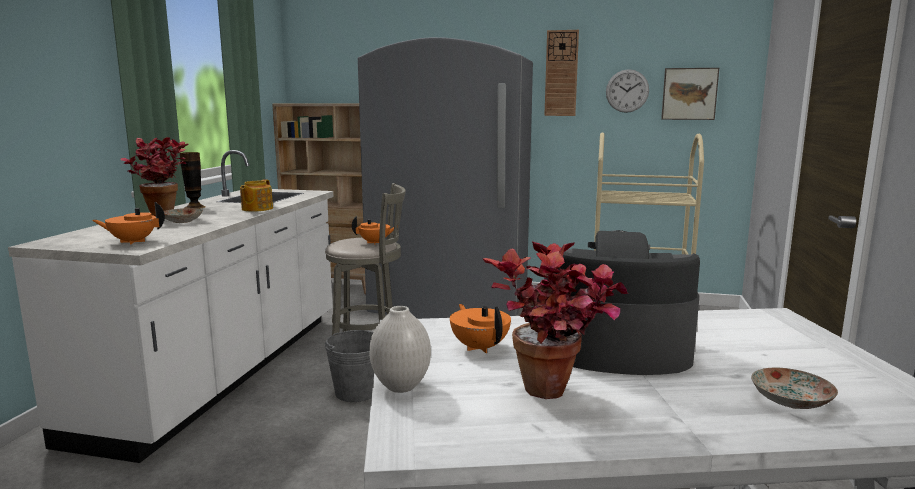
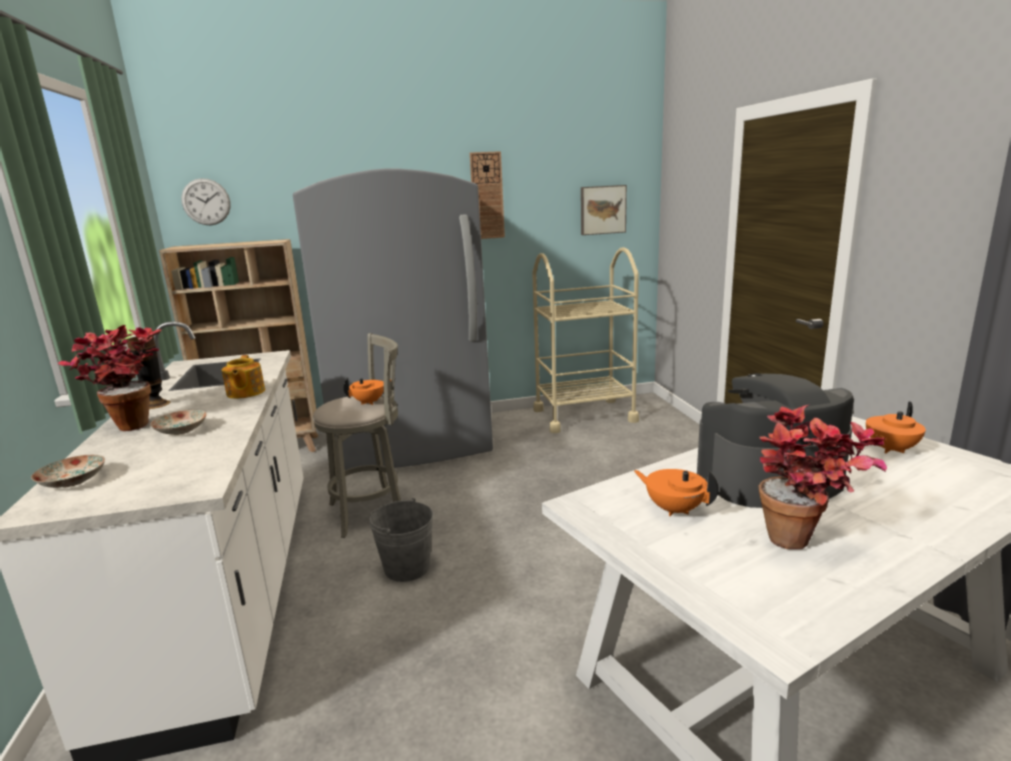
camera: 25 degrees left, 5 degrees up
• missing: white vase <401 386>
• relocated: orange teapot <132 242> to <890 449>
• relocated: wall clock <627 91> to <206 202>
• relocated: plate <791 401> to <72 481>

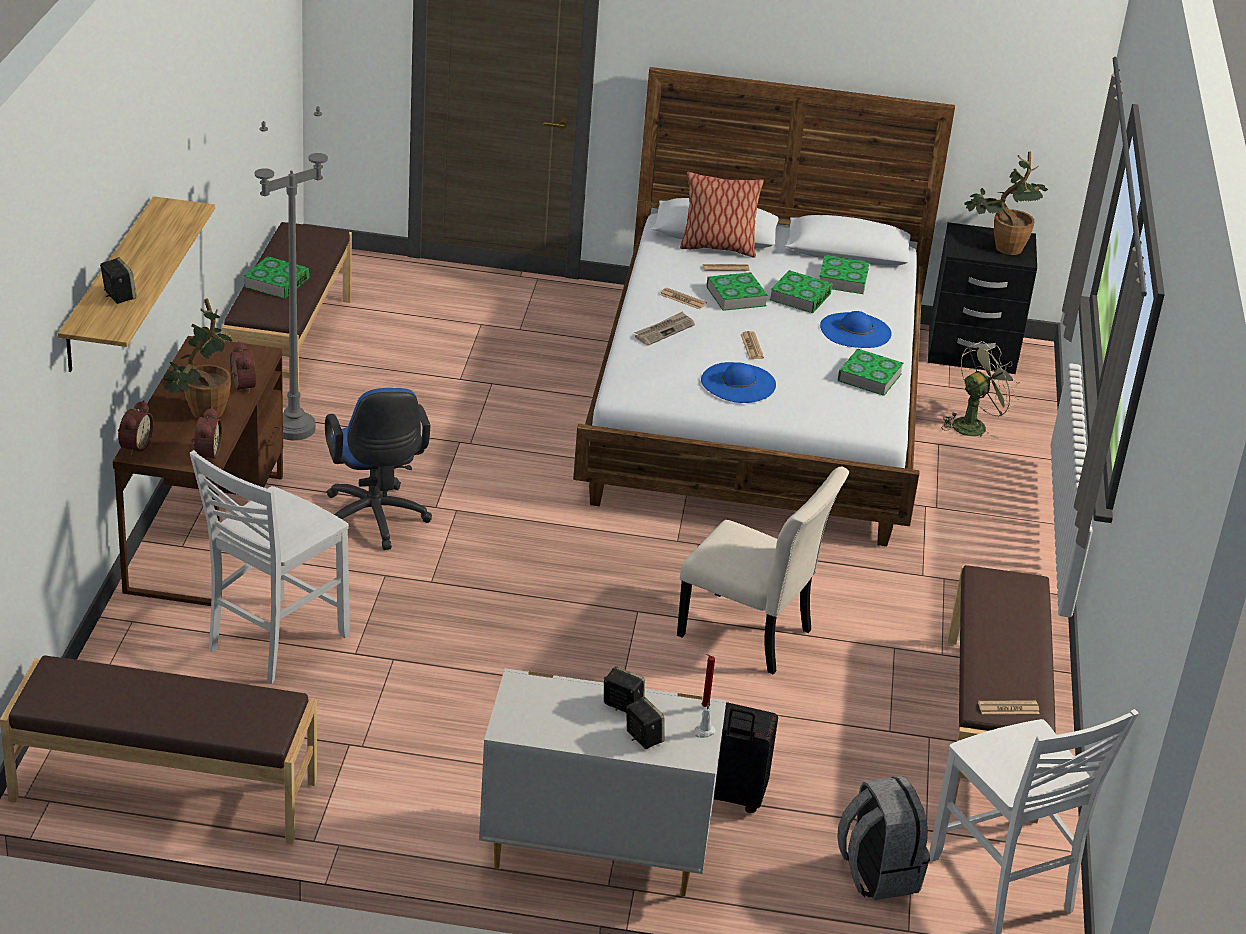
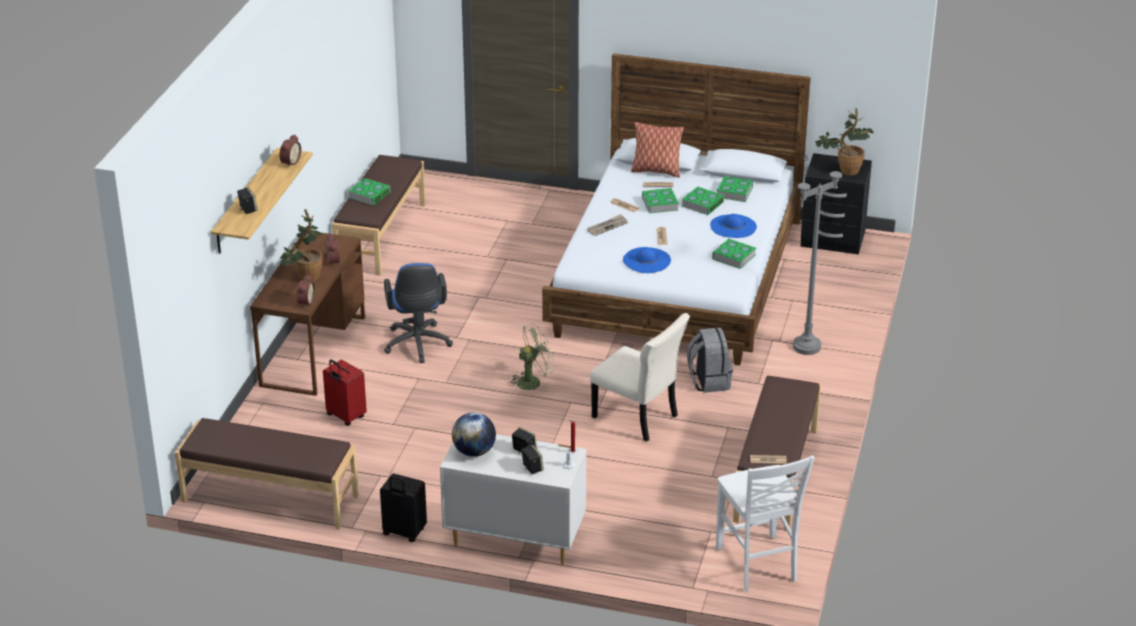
camera: 10 degrees right, 0 degrees up
• appeared: globe <474 452>
• relocated: alarm clock <134 446> to <289 162>
• relocated: grey floor lamp <294 428> to <807 346>
• relocated: black suitcase <732 797> to <403 533>
• relocated: grey backpack <876 873> to <708 381>
• relocated: green fan <974 425> to <533 381>
• exchanged: white chair <274 642> to red suitcase <345 416>

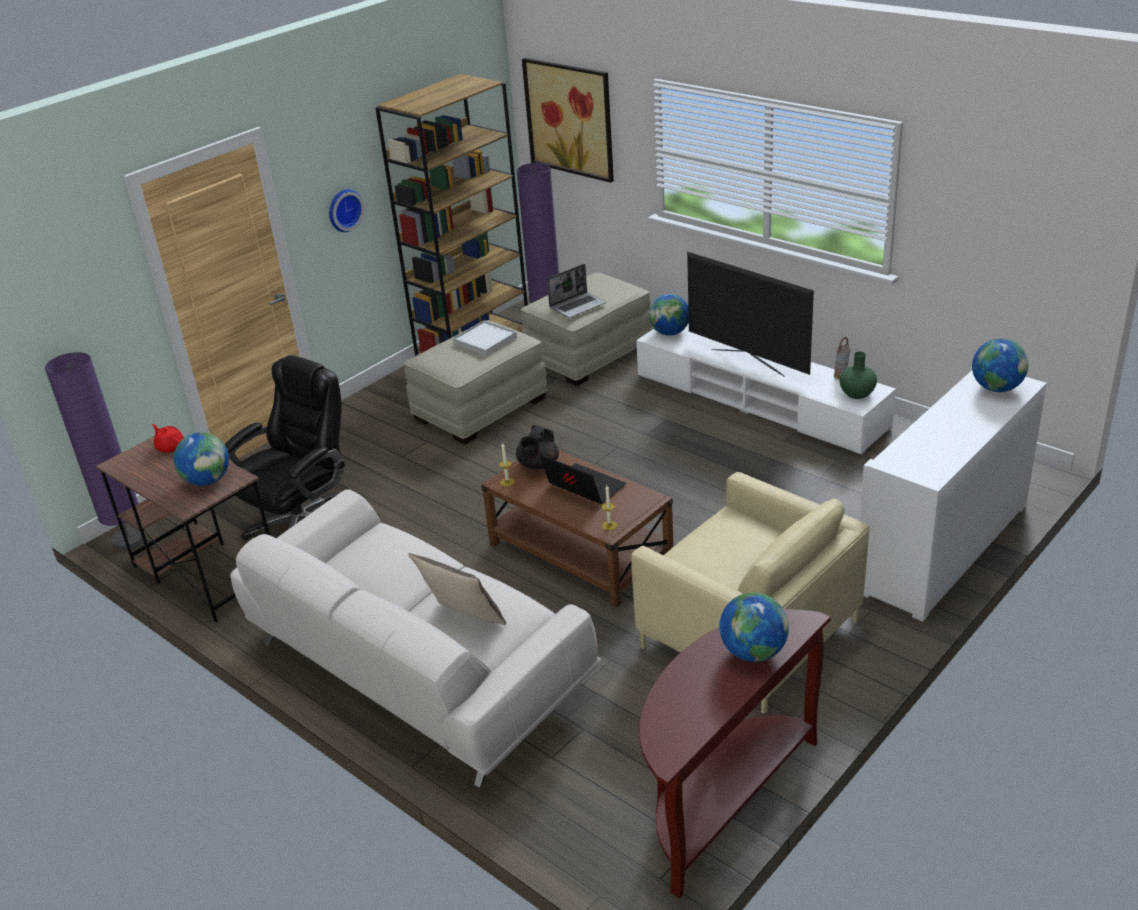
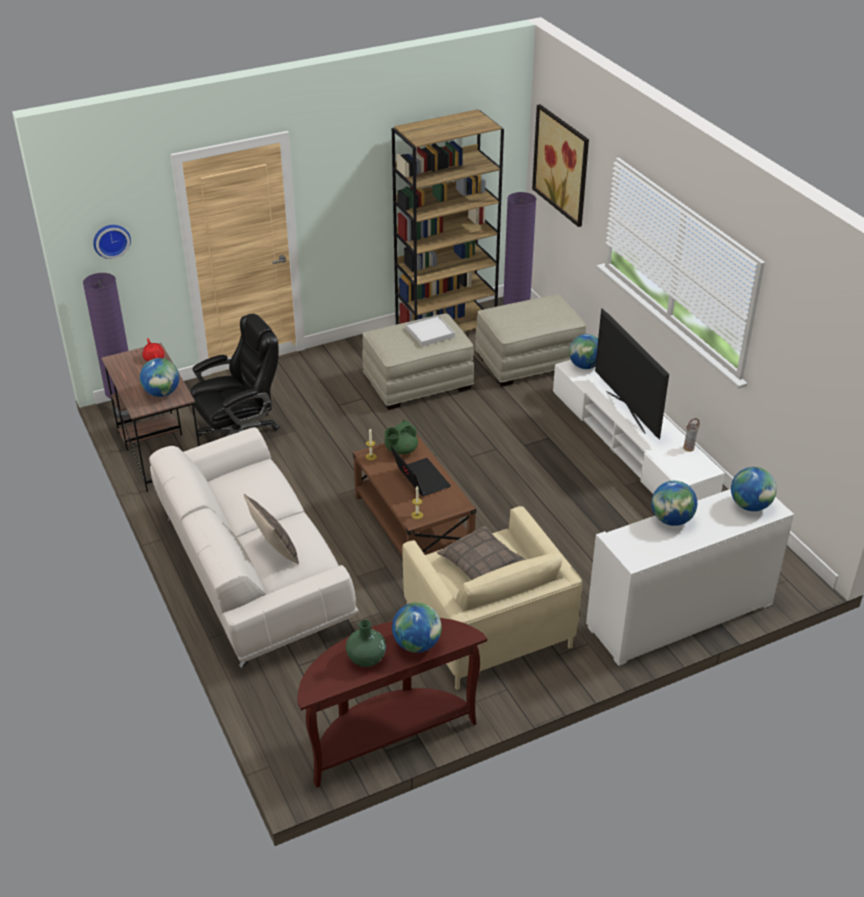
camera: 20 degrees right, 5 degrees up
• missing: laptop <578 306>
• appeared: pillow <480 563>
• appeared: globe <671 520>
• relocated: wall clock <343 209> to <111 240>
• relocated: green vase <857 394> to <366 658>
• colour: black teapot <538 465> to green teapot <400 450>

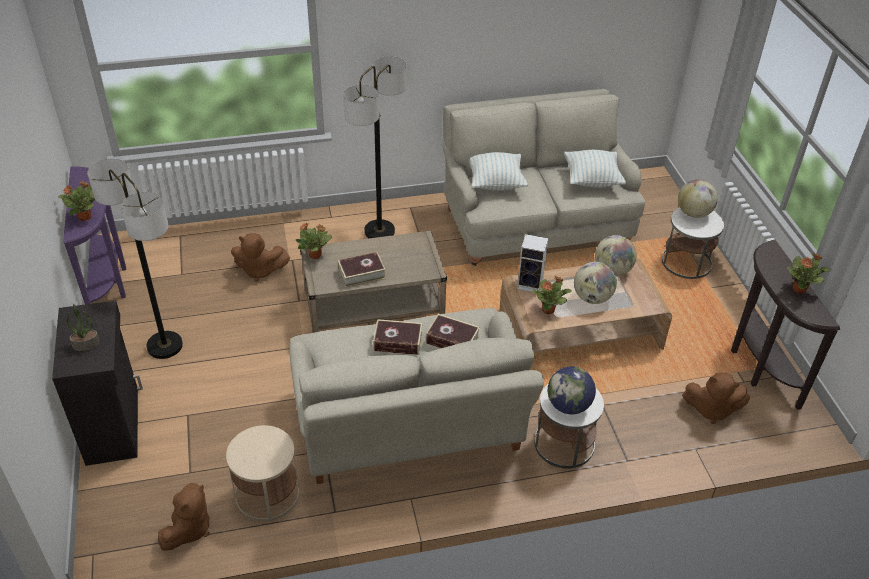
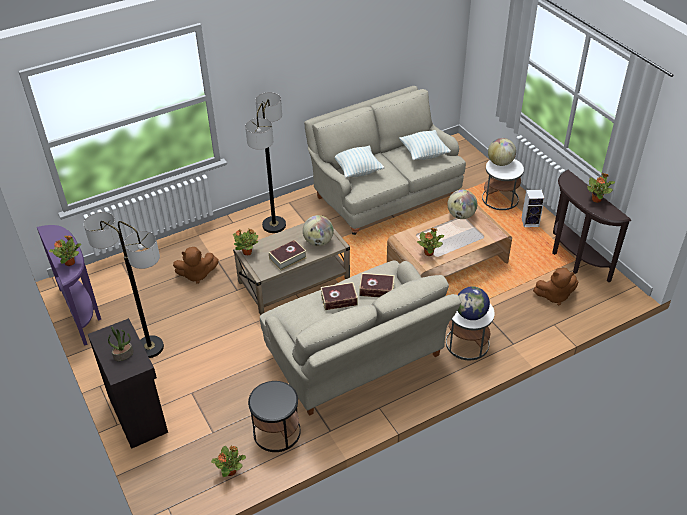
camera: 15 degrees left, 0 degrees up
• relocated: speaker <531 284> to <530 222>
• relocated: globe <592 298> to <318 242>
• exchanged: brown plush toy <189 529> to potted plant <231 471>
• colour: beige side table <267 494> to black side table <276 432>

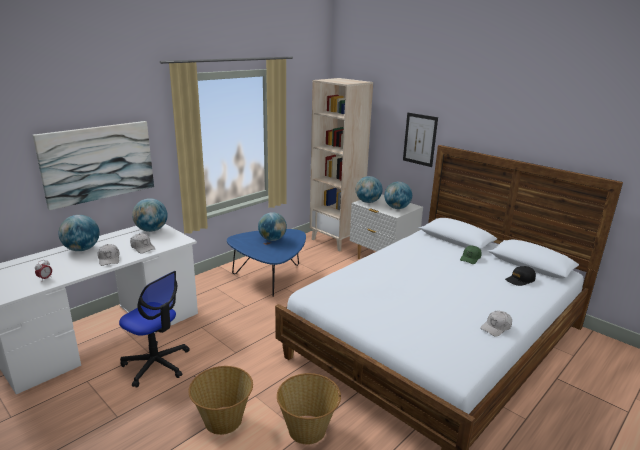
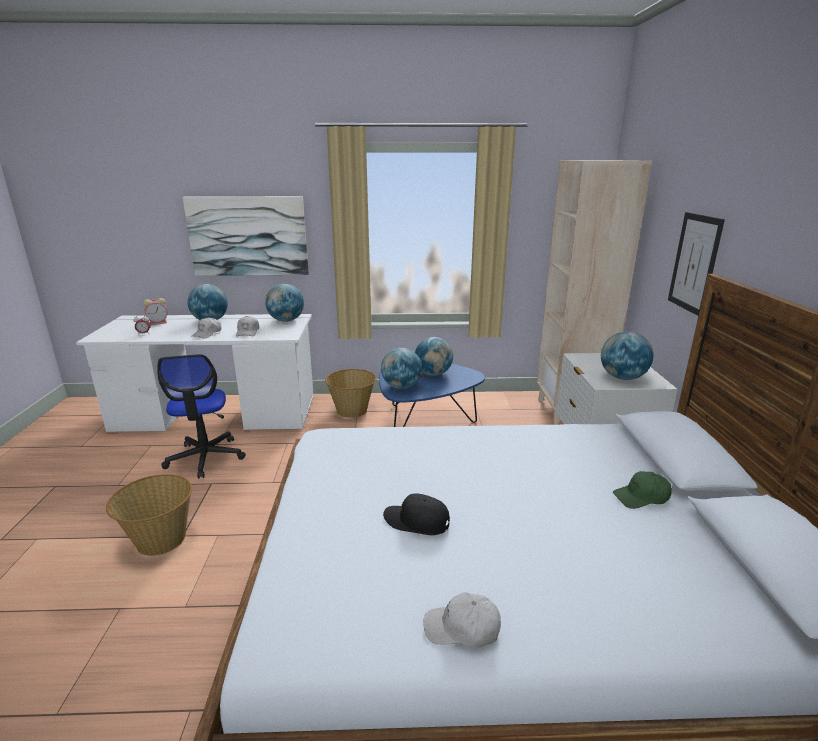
camera: 45 degrees right, 0 degrees up
• appeared: alarm clock <159 323>
• relocated: basket <308 429> to <352 410>
• relocated: globe <368 202> to <401 387>
• relocated: black cap <520 280> to <416 521>

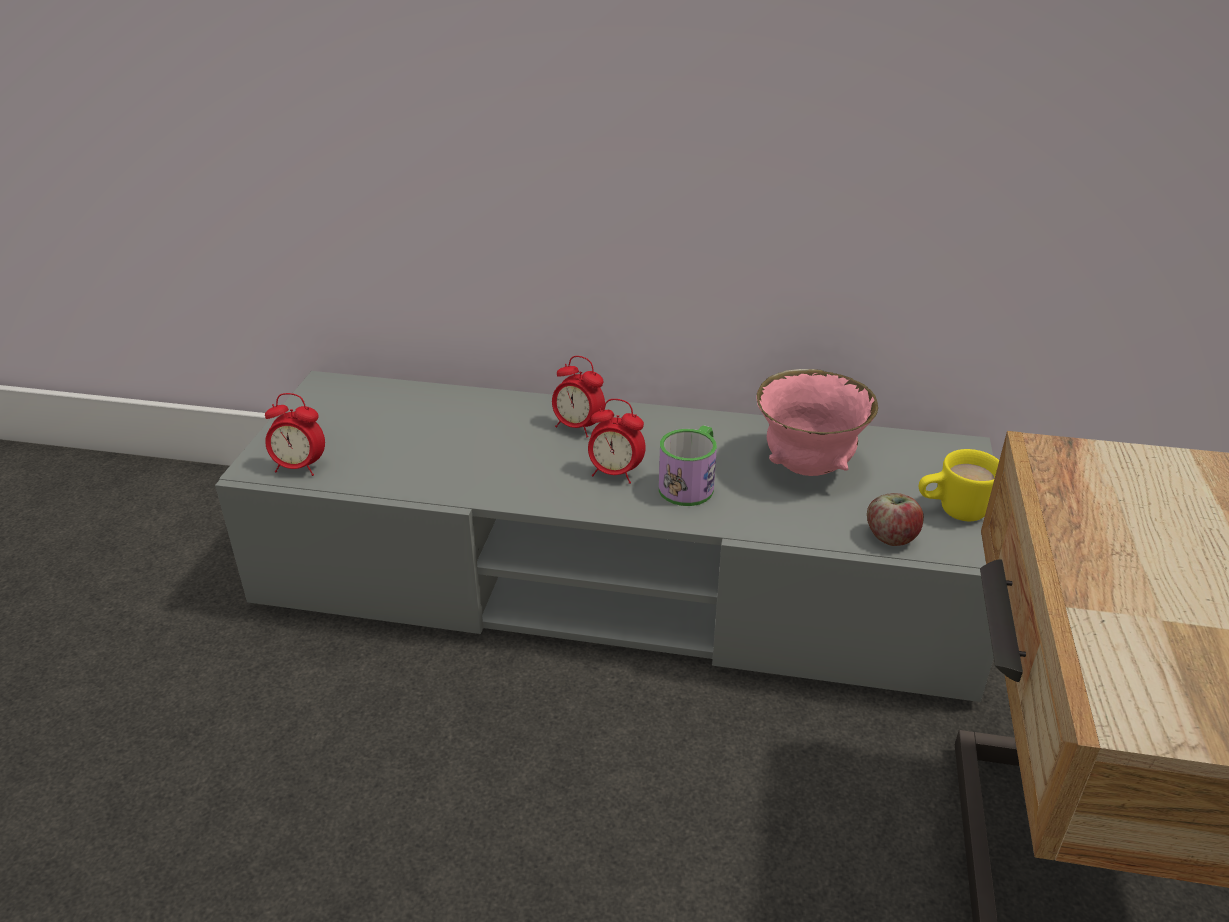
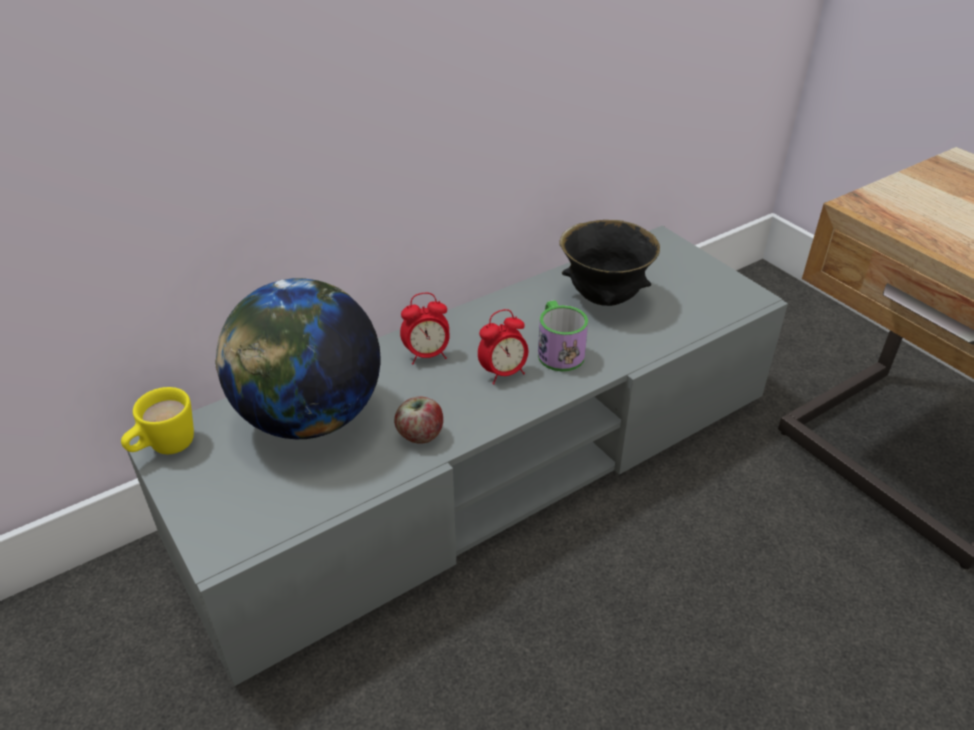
camera: 45 degrees left, 5 degrees up
• missing: alarm clock <299 467>
• appeared: globe <310 418>
• relocated: apple <891 537> to <420 435>
• relocated: yellow mug <952 511> to <164 448>
• colour: pink bowl <808 467> to black bowl <604 298>

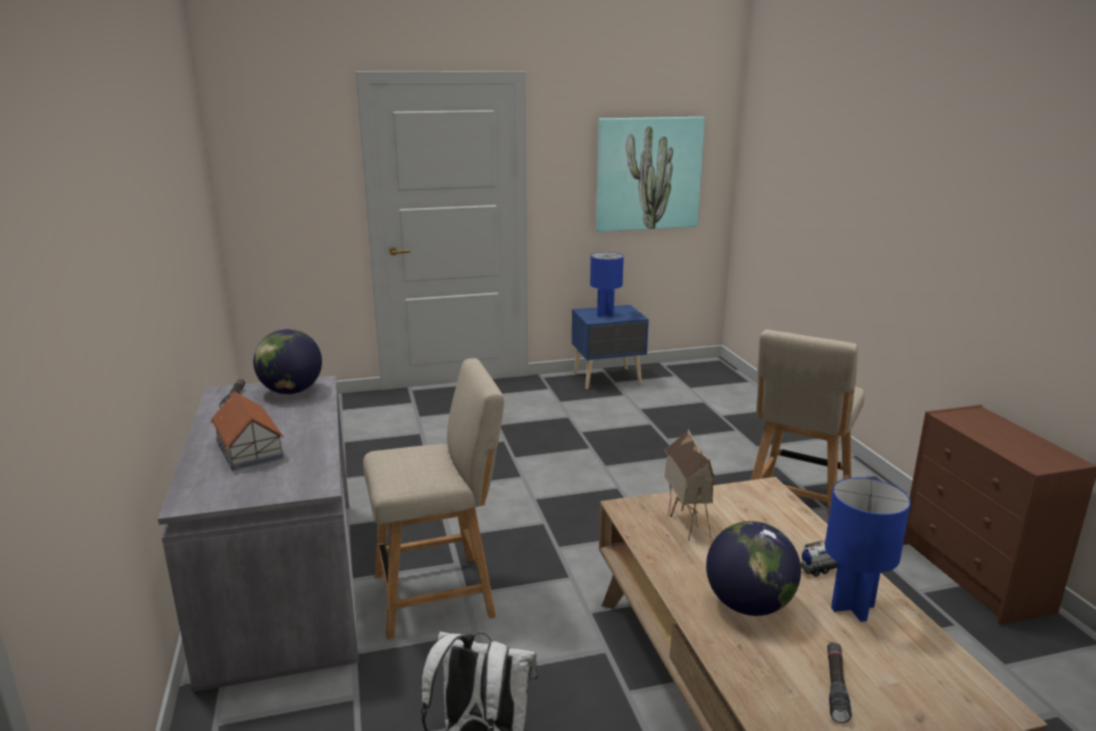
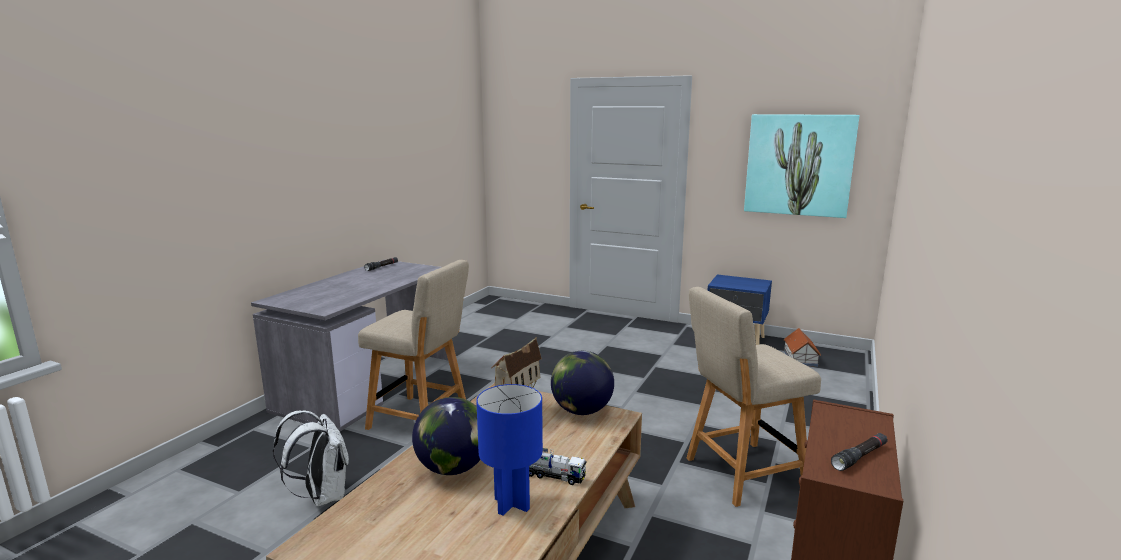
camera: 40 degrees right, 5 degrees down
• missing: blue table lamp <605 314>
• relocated: toy house <249 450> to <800 358>
• relocated: globe <291 391> to <581 411>
• relocated: black flashlight <836 687> to <859 457>

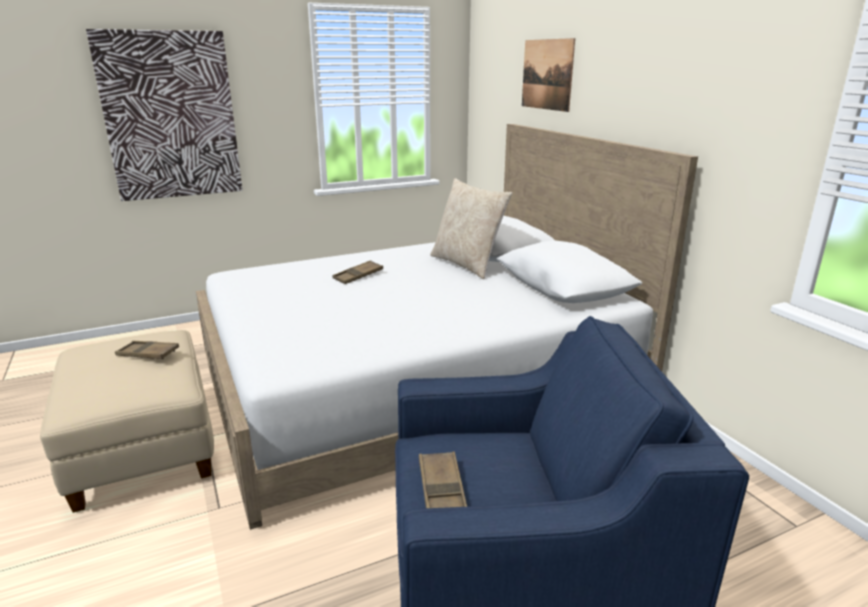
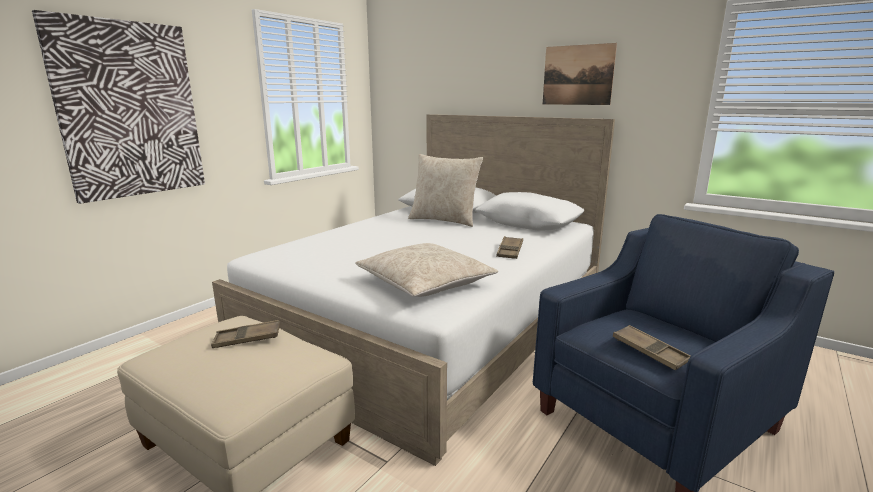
camera: 30 degrees left, 5 degrees down
• appeared: beige pillow <425 282>
• relocated: brown tray <358 276> to <510 251>
• relocated: picture <547 74> to <577 75>

